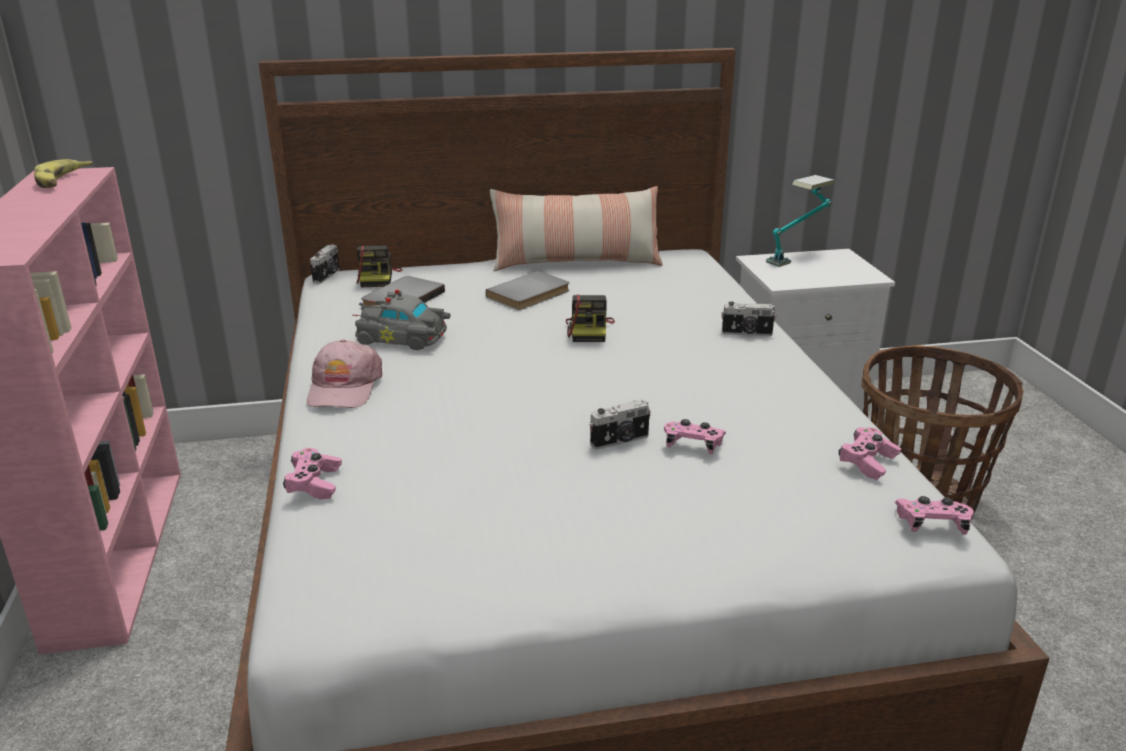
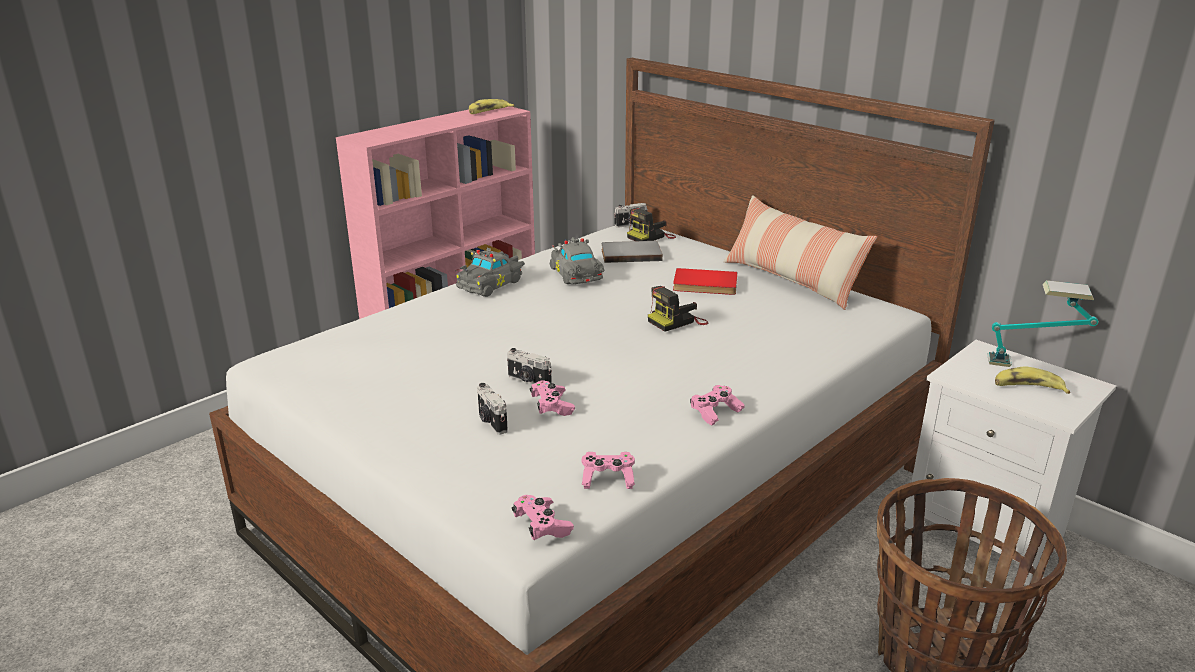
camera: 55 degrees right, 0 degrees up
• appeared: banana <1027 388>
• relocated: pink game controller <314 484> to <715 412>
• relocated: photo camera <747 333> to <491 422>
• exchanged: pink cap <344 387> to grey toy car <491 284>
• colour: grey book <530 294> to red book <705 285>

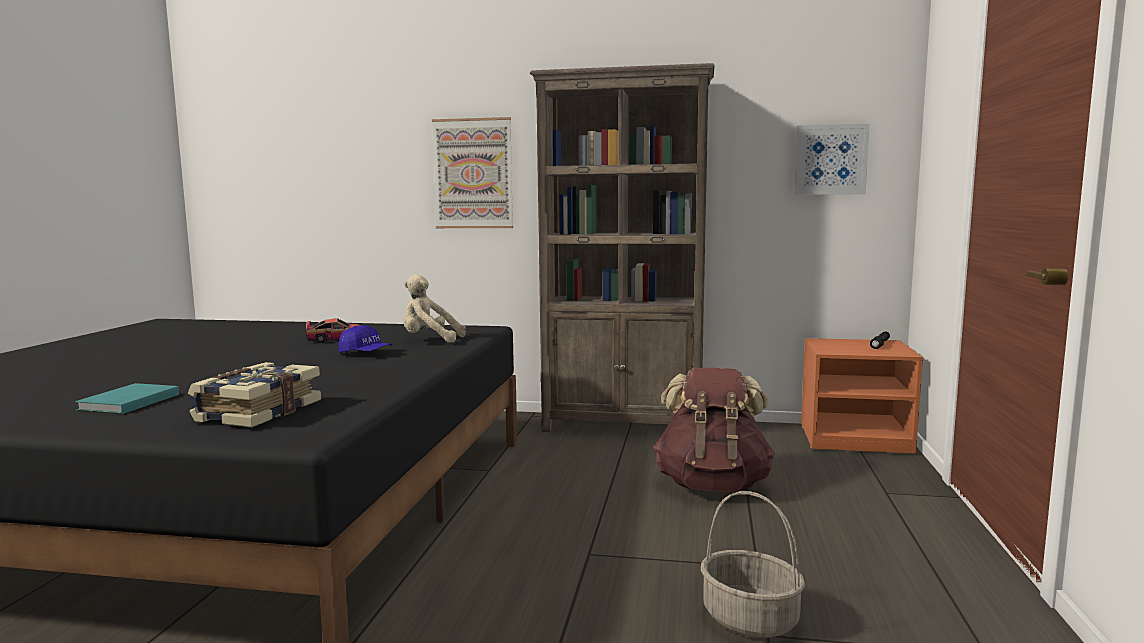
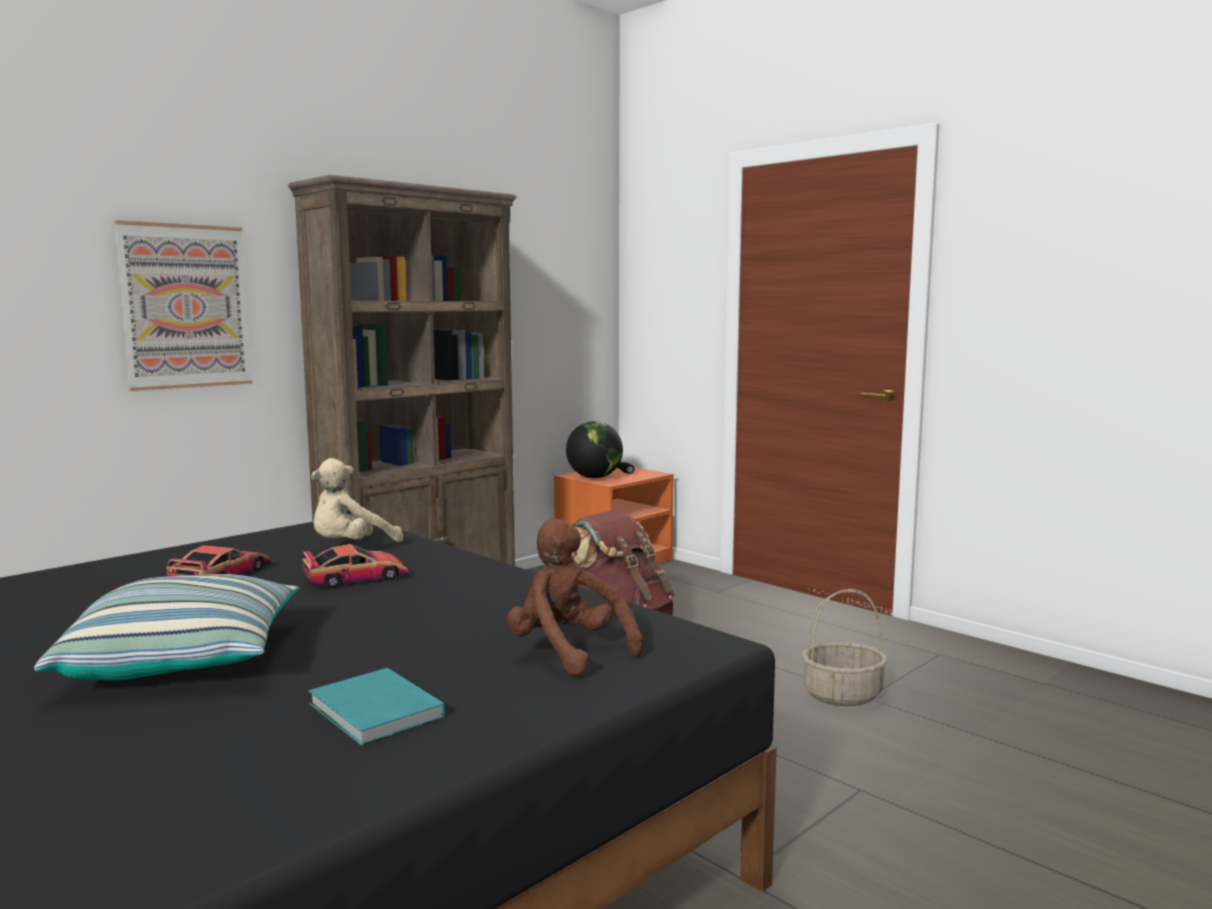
camera: 55 degrees left, 0 degrees up
• missing: picture <830 160>
• appeared: pillow <184 660>
• appeared: globe <594 477>
• exchanged: book <257 412> to brown plush toy <568 652>
• exchanged: blue cap <366 354> to toy car <357 578>

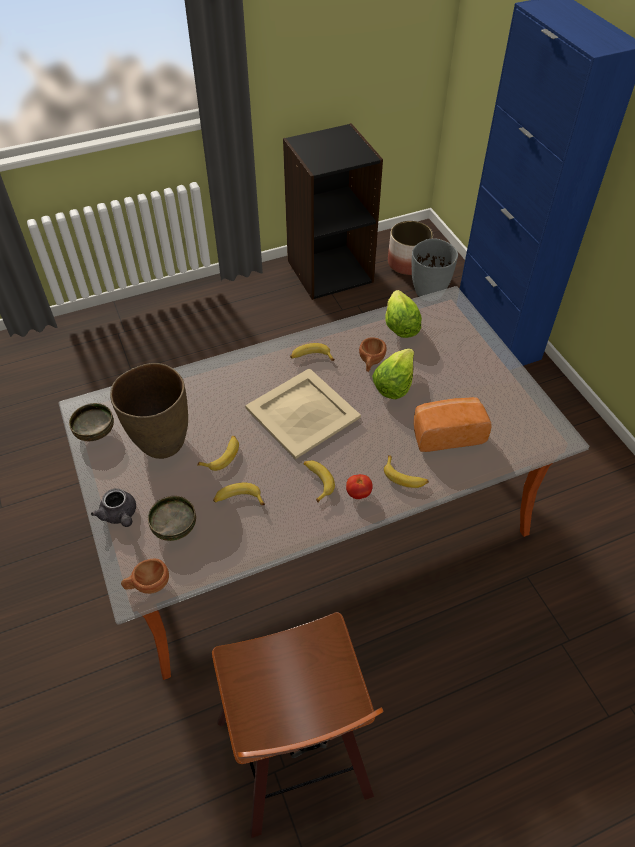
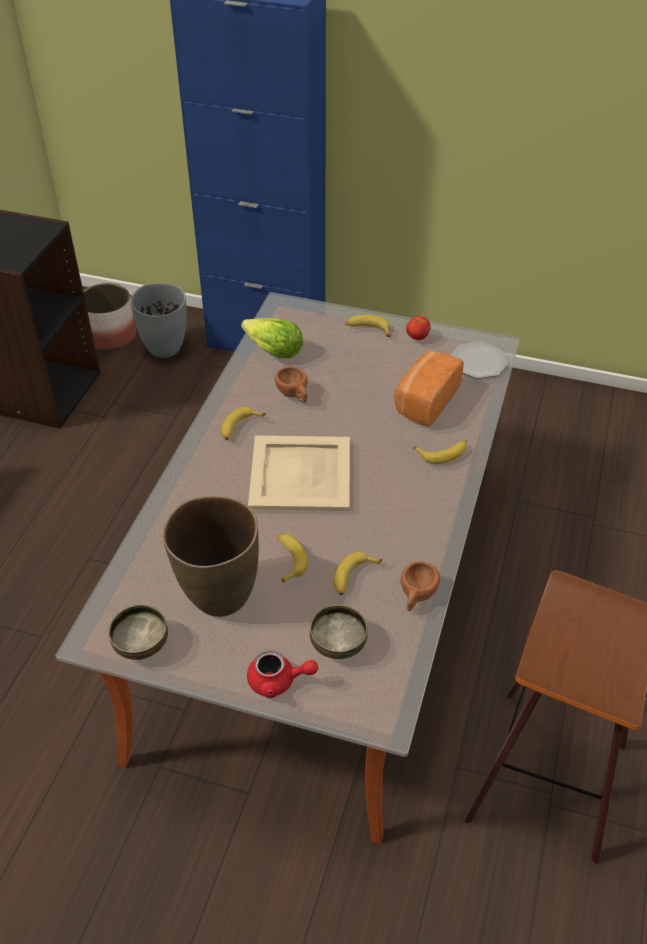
camera: 50 degrees left, 5 degrees down
• missing: lettuce <394 383>
• appeared: plate <478 362>
• relocated: brown cup <148 585> to <416 596>
• relocated: banana <317 481> to <368 329>
• relocated: tomato <358 493> to <417 337>
• colour: grey teapot <120 515> to red teapot <278 681>

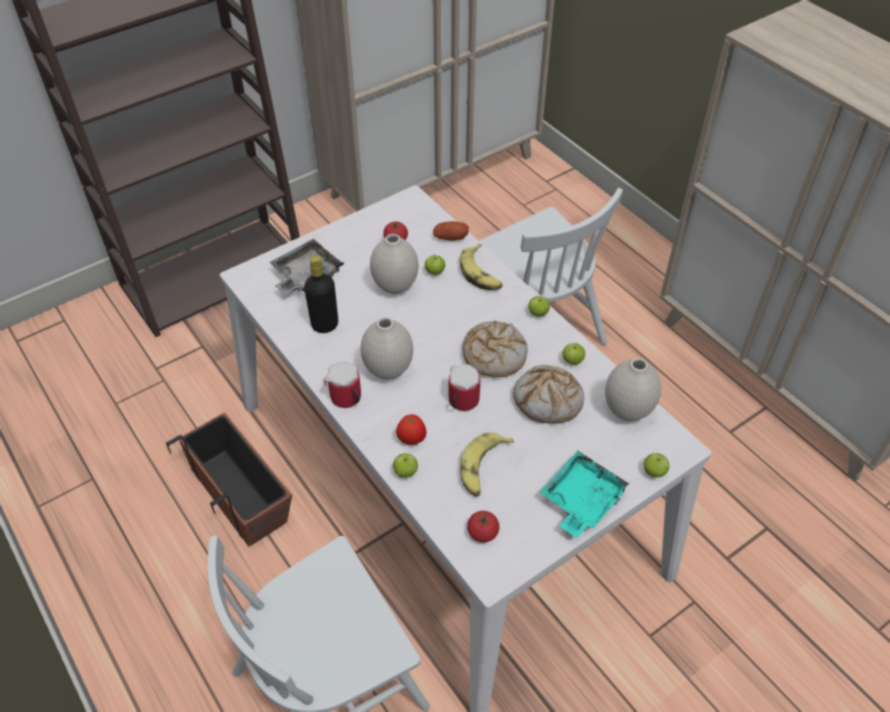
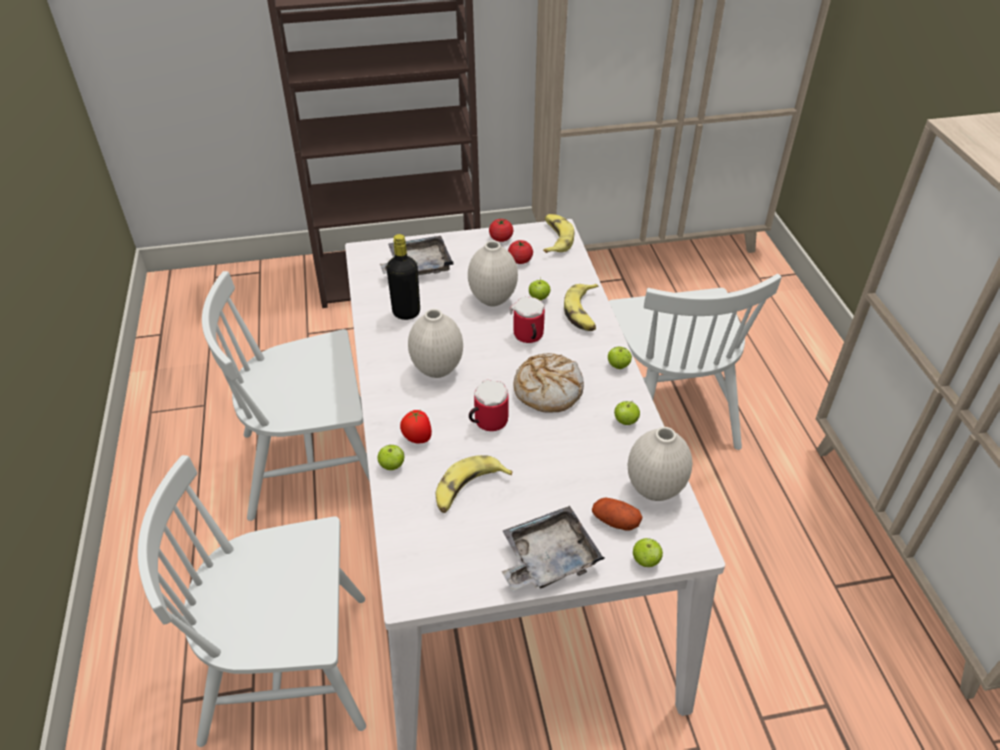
camera: 25 degrees right, 5 degrees down
• missing: bread <548 401>
• appeared: banana <555 239>
• relocated: mug <347 400> to <528 337>
• relocated: potato <450 237> to <615 521>
• relocated: tomato <482 533> to <501 238>
• exchanged: planter <240 494> to white chair <312 463>
• colour: turquoise tray <581 500> to grey tray <548 558>

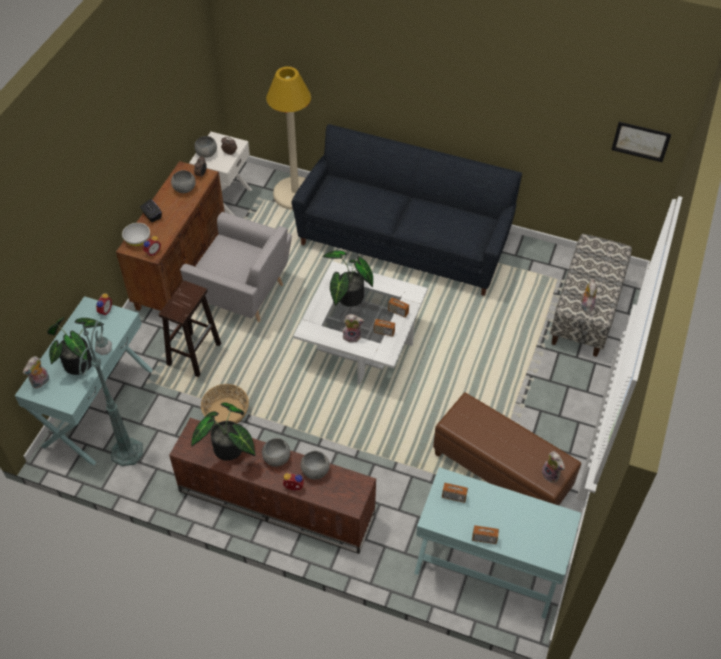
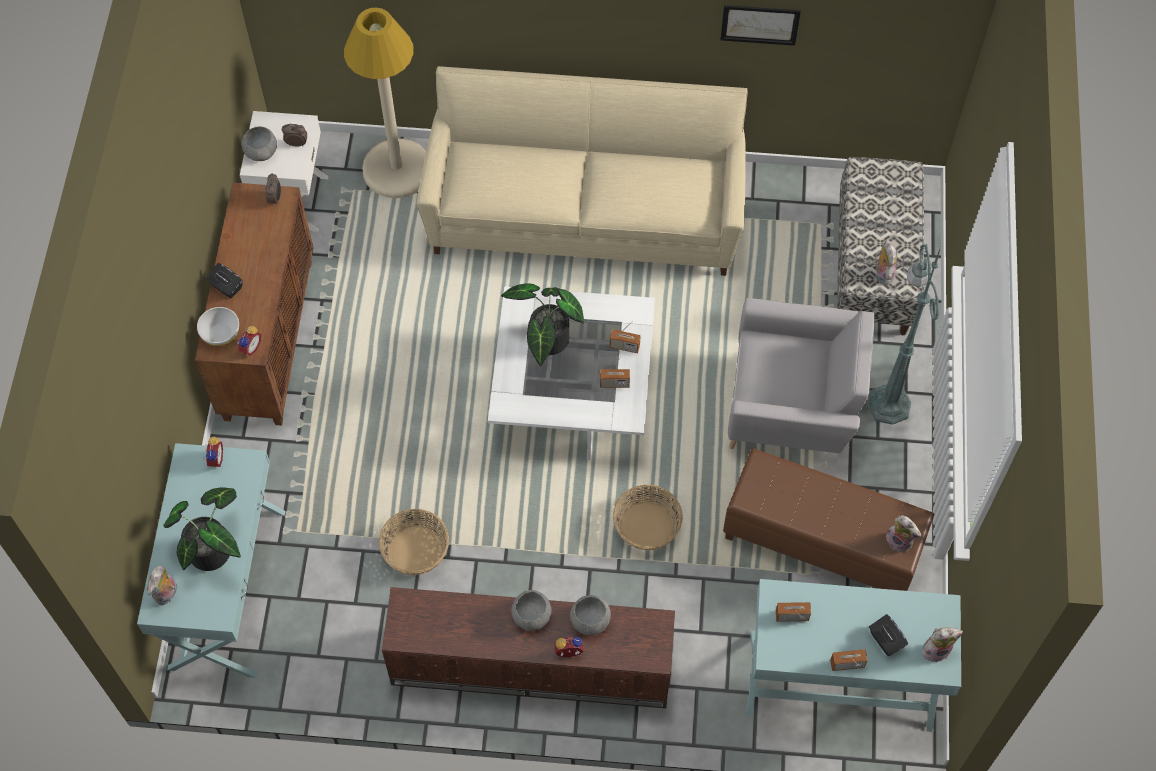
camera: 15 degrees left, 10 degrees up
• missing: brown stool <194 353>
• missing: grey bowl <184 188>
• missing: potted plant <229 451>
• appeared: basket <646 525>
• appeared: black tissue box <885 640>
• relocated: green floor lamp <128 450> to <888 402>
• relocated: grey armchair <243 293> to <792 407>
• relocated: plush toy <352 336> to <936 649>
• relocated: picture <640 141> to <760 24>
• colour: black sofa <404 240> to beige sofa <585 211>

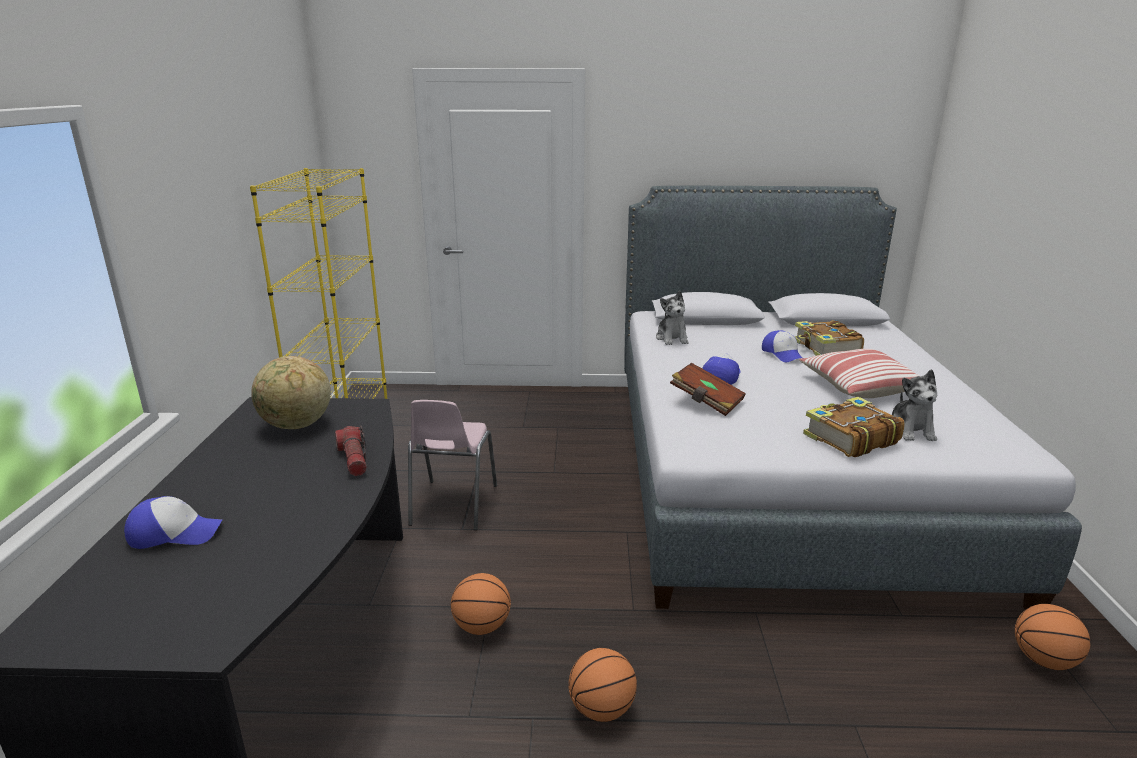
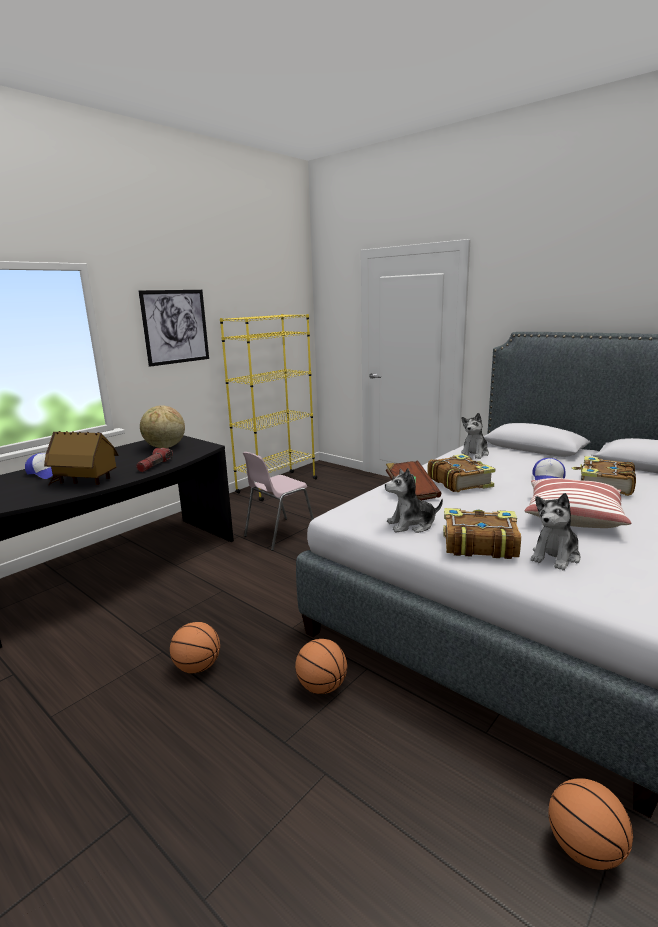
camera: 40 degrees right, 5 degrees down
• appeared: toy house <85 482>
• appeared: picture <175 327>
• appeared: plush toy <411 525>
• relocated: basketball <482 626> to <322 687>
• exchanged: cap <721 376> to book <459 482>

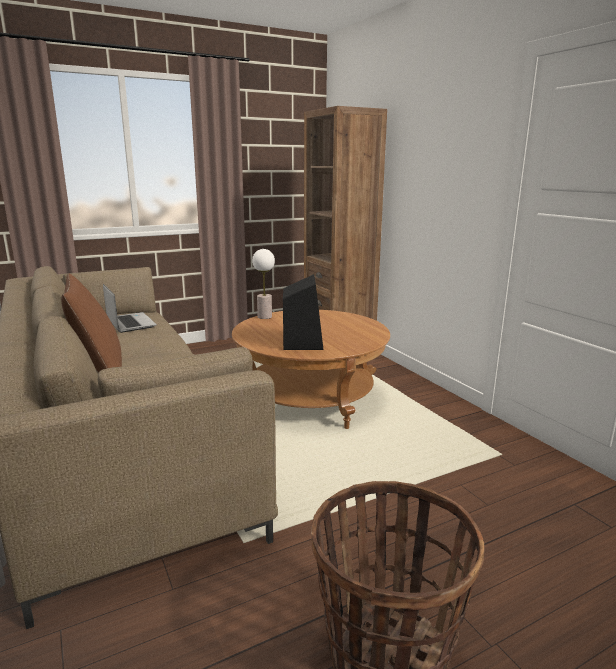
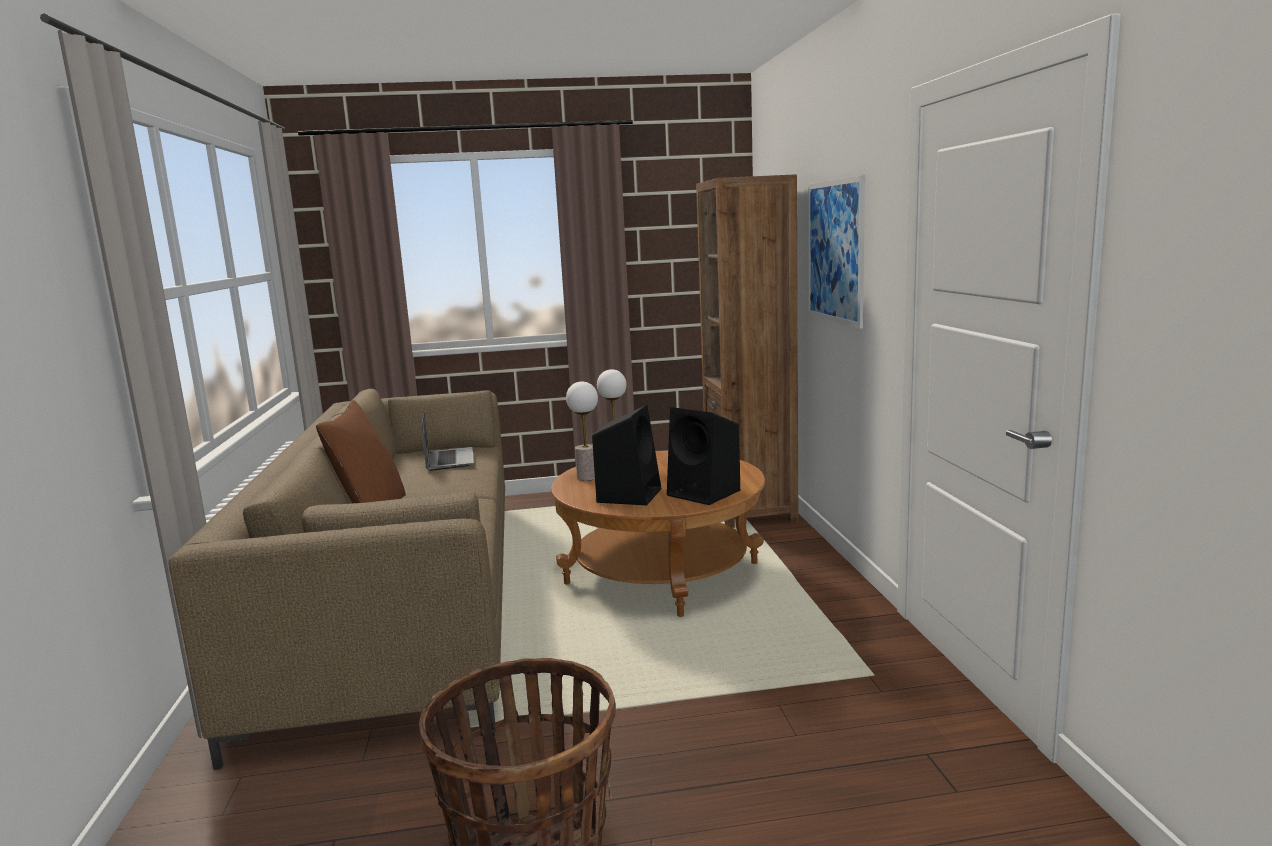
camera: 20 degrees right, 5 degrees down
• appeared: table lamp <587 477>
• appeared: black speaker <705 493>
• appeared: picture <835 251>

